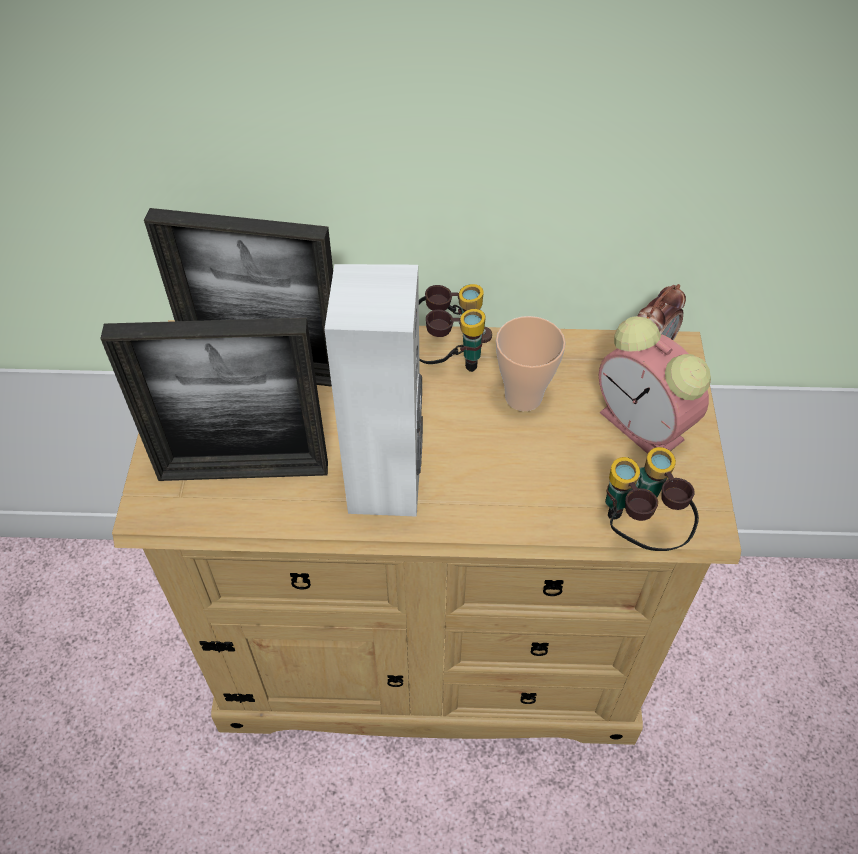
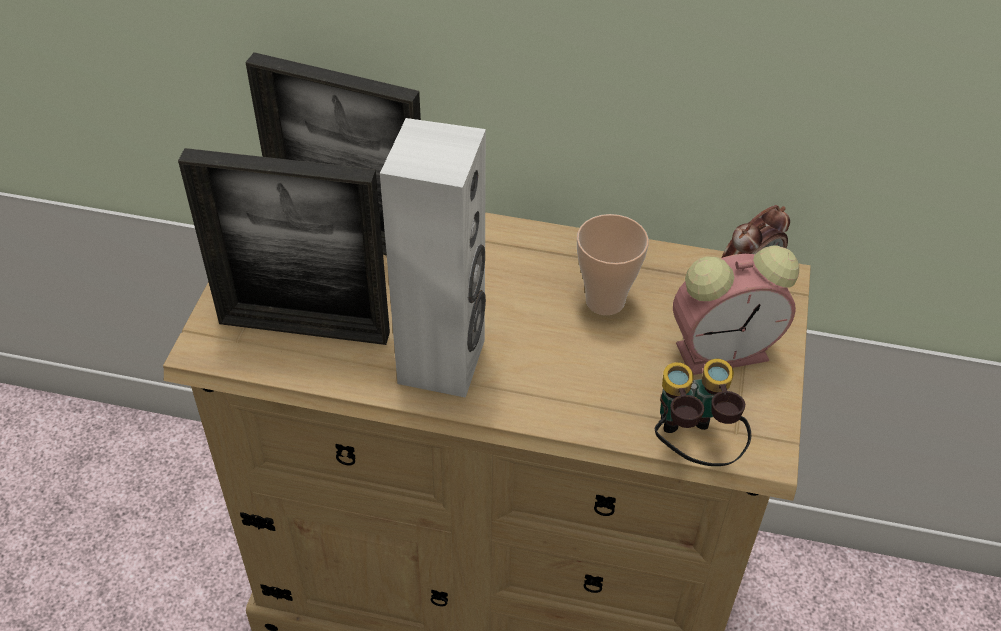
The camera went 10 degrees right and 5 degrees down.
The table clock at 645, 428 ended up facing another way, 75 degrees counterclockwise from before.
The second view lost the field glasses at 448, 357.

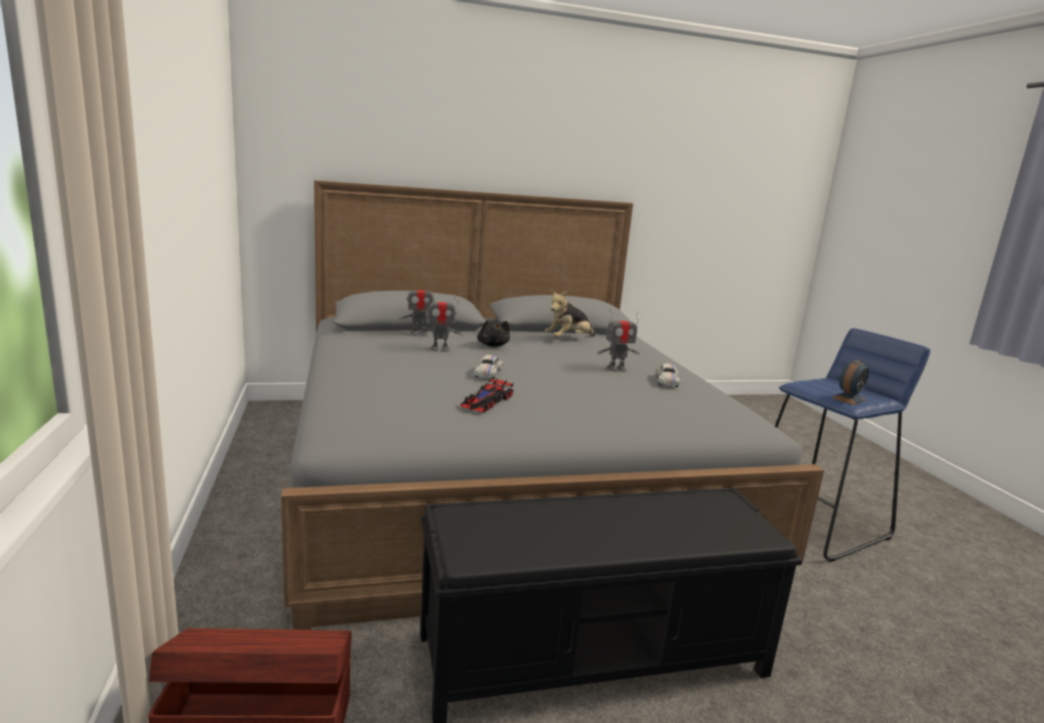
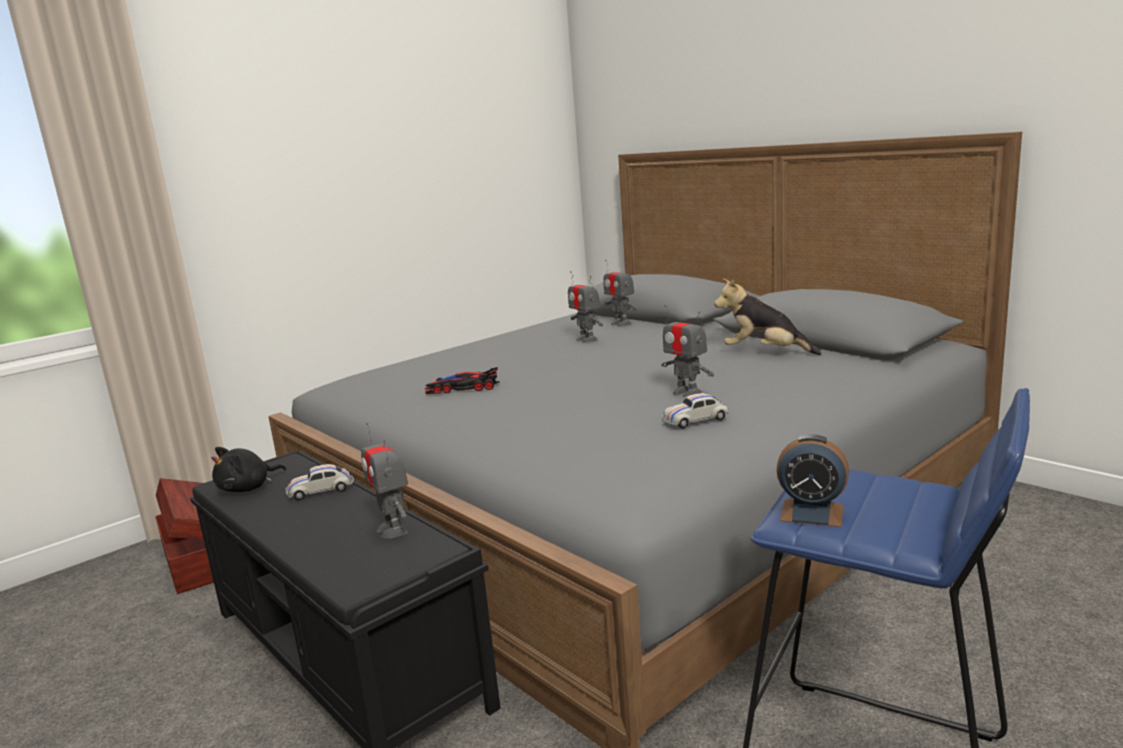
The camera went 65 degrees right and 0 degrees up.
The black cuddly toy ended up elsewhere, having gone from 493, 345 to 248, 488.
The white toy car ended up elsewhere, having gone from 488, 373 to 321, 490.
The second view gained the robot figure at 393, 530.

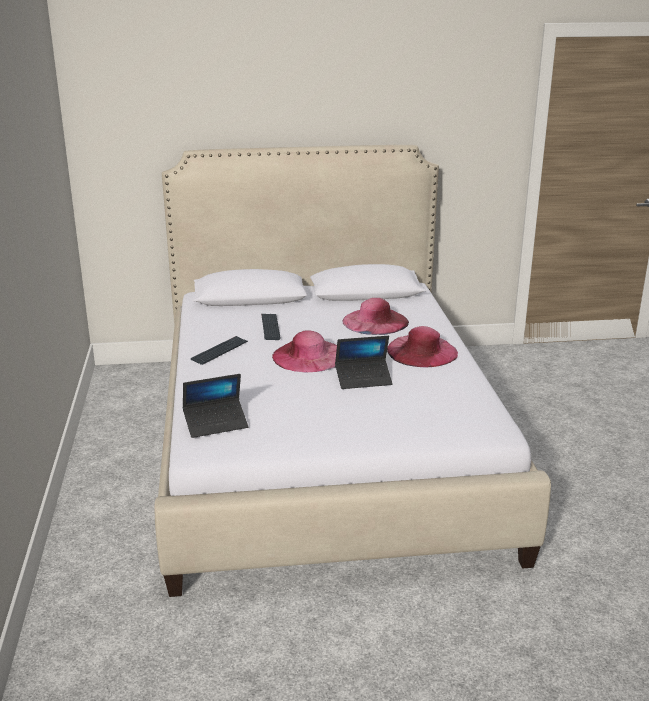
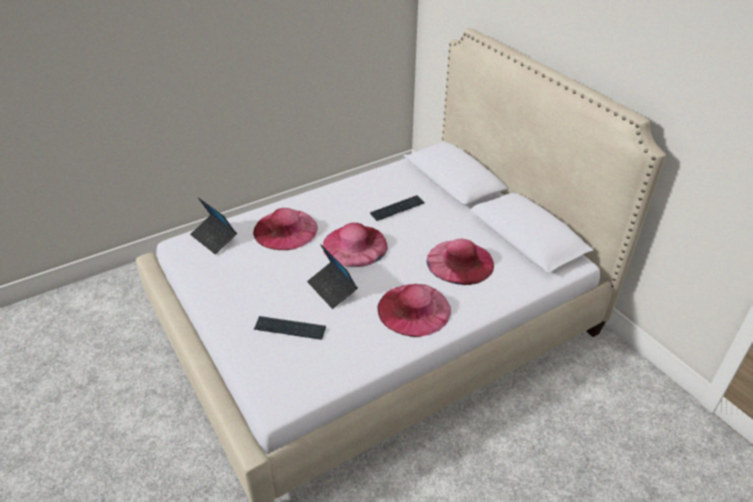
The camera went 65 degrees right and 15 degrees up.
The second view gained the pink clothing hat at 285, 230.
The PC keyboard ended up elsewhere, having gone from 220, 351 to 290, 329.

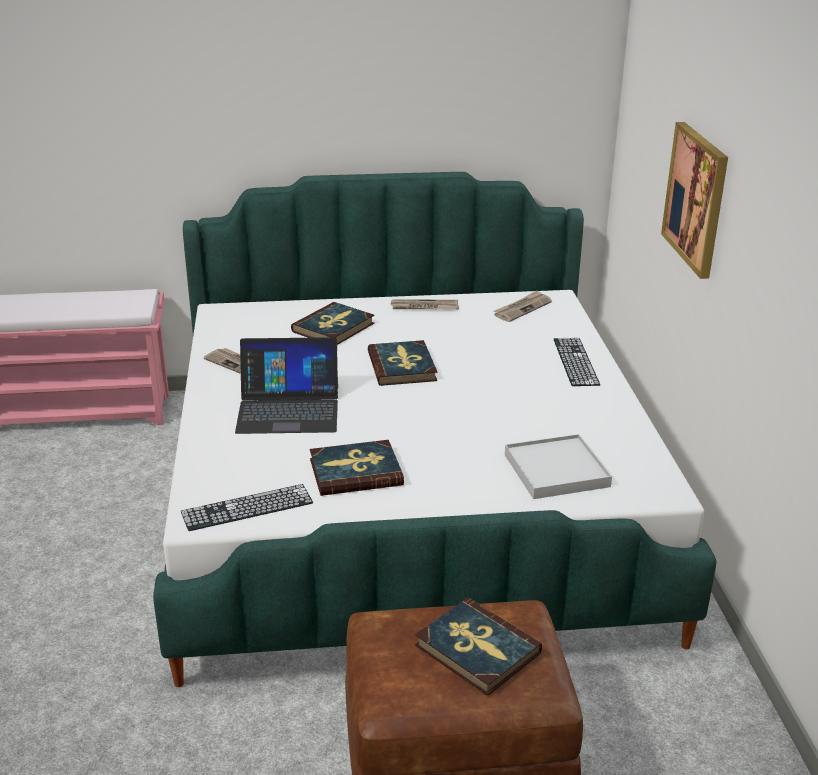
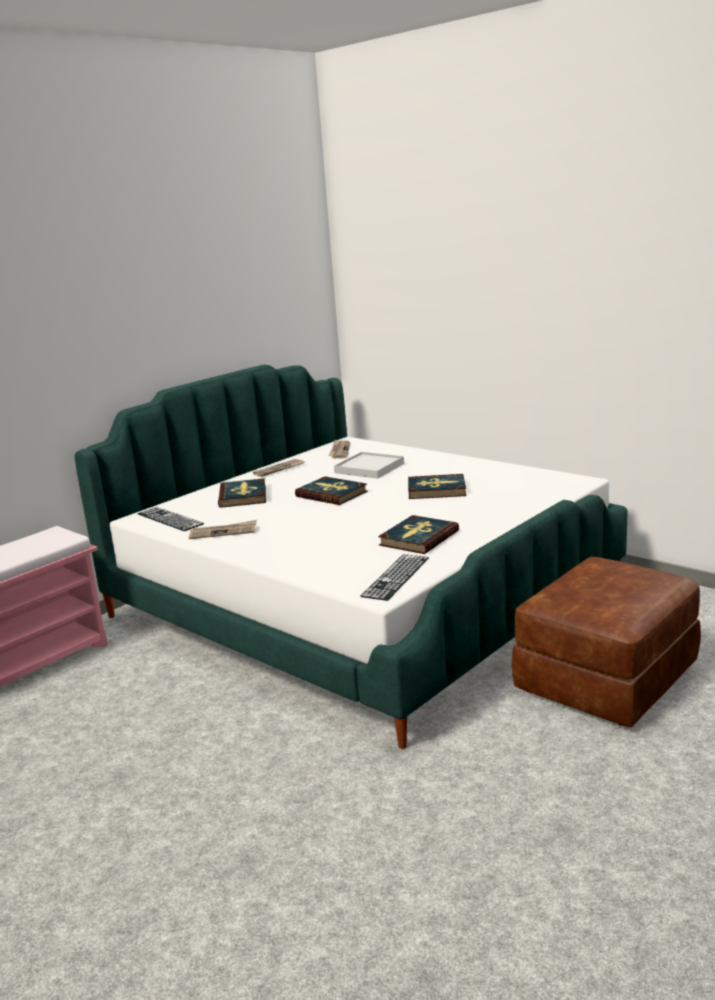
The camera went 40 degrees left and 10 degrees down.
The PC keyboard ended up elsewhere, having gone from 575, 361 to 169, 519.
The white tray ended up elsewhere, having gone from 556, 470 to 369, 468.
The volume ended up elsewhere, having gone from 477, 649 to 436, 490.
The second view lost the notebook computer at 288, 409.
The second view lost the wall picture at 696, 198.

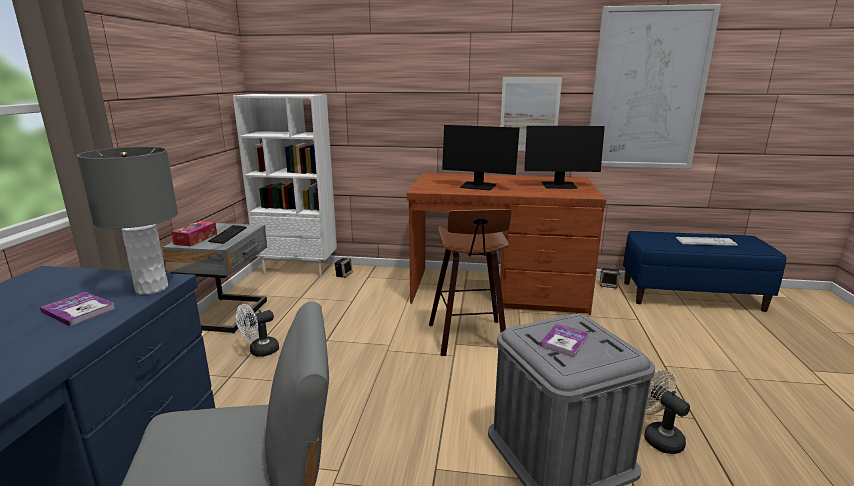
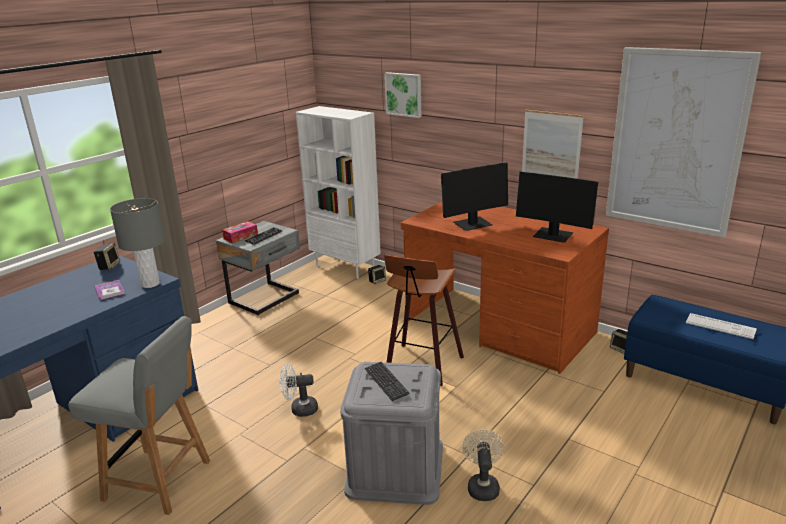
The camera went 30 degrees right and 5 degrees up.
The second view gained the audio speaker at 109, 266.
The white fan ended up elsewhere, having gone from 259, 351 to 299, 409.
Where the volume stood at 564, 341, the PC keyboard came to stand at 386, 382.
The second view gained the wall picture at 404, 94.
The computer screen at 478, 186 ended up facing another way, 75 degrees counterclockwise from before.

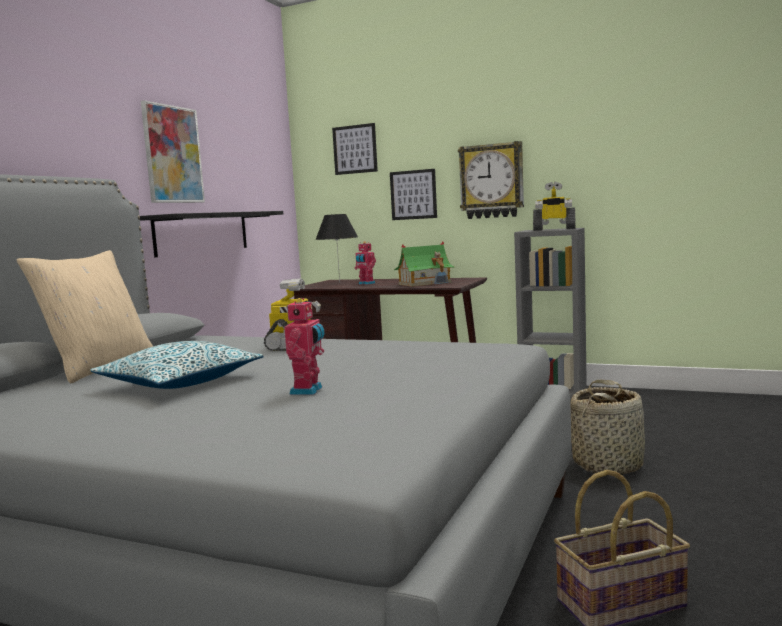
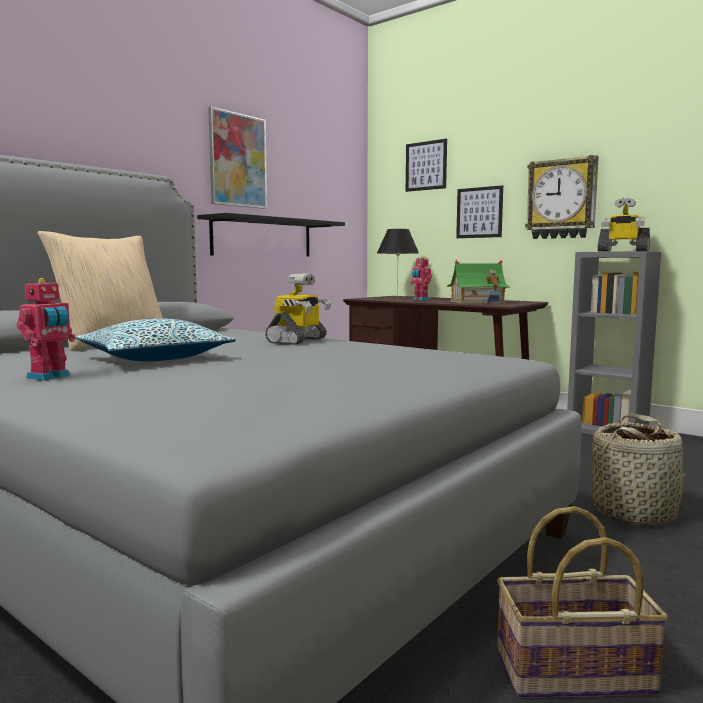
The camera went 15 degrees right and 0 degrees up.
The robot figure ended up elsewhere, having gone from 308, 391 to 50, 377.

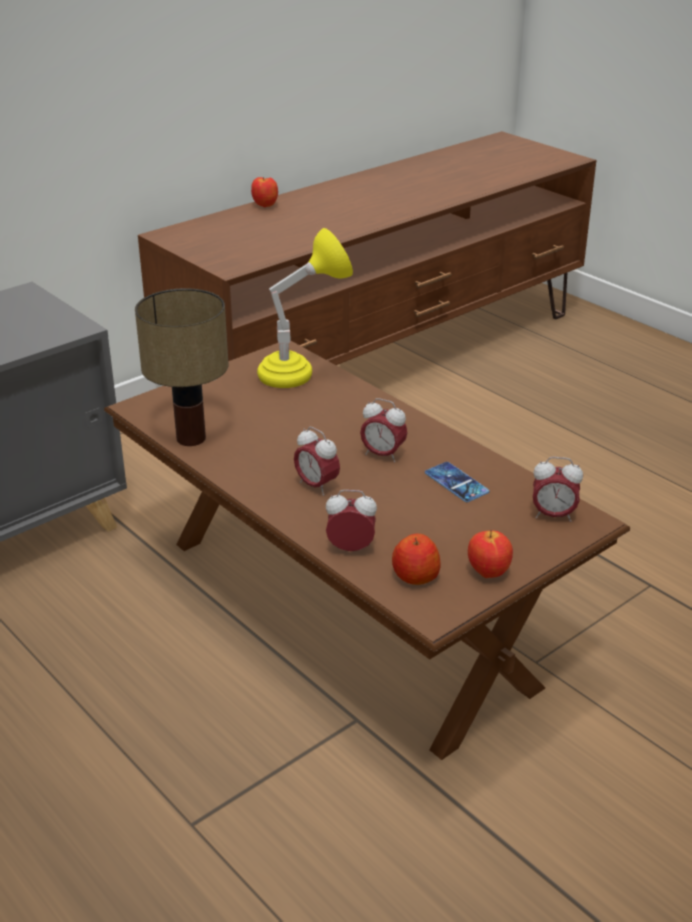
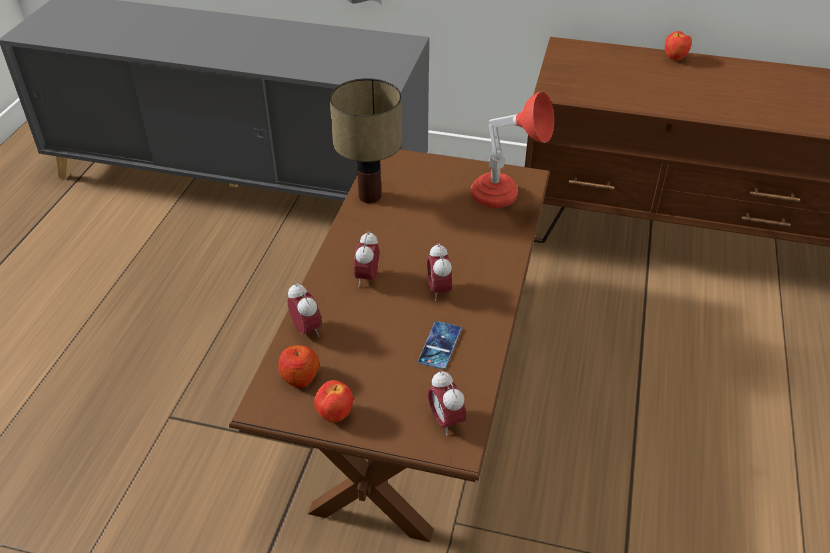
The camera went 55 degrees right and 10 degrees up.
What was the yellow-coloured lamp for a table at 301, 374 turned into the red lamp for a table at 505, 200.

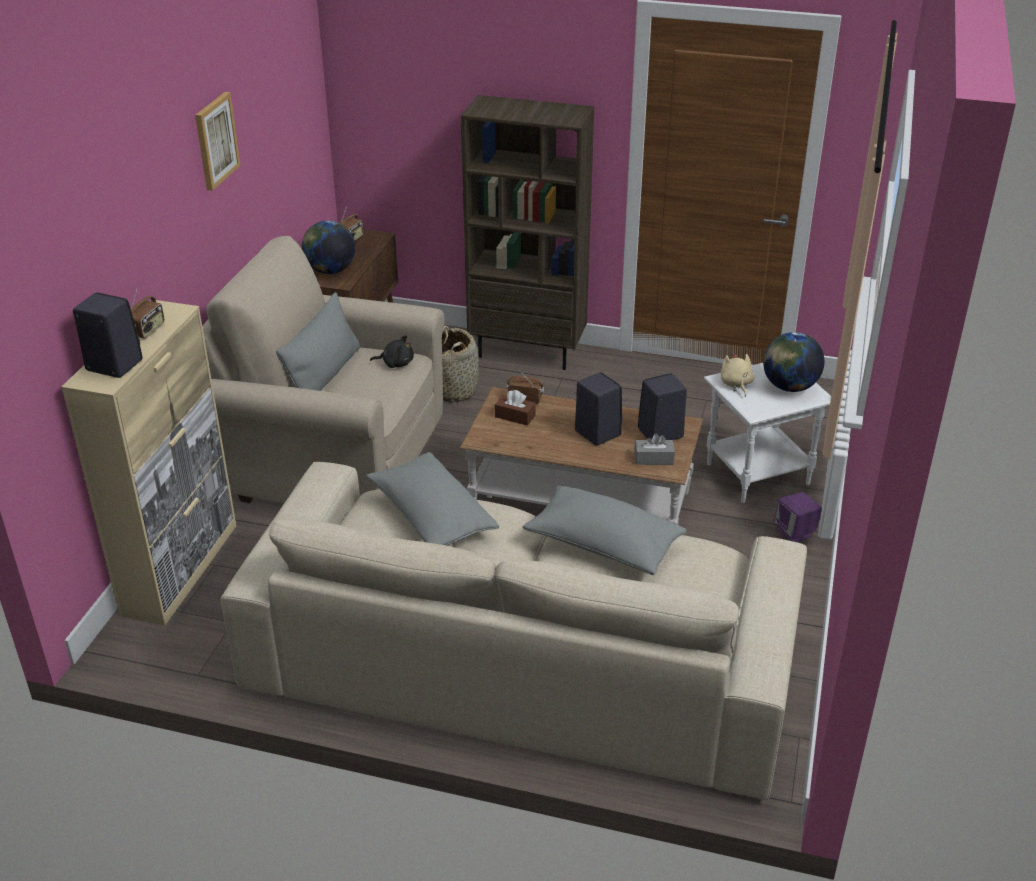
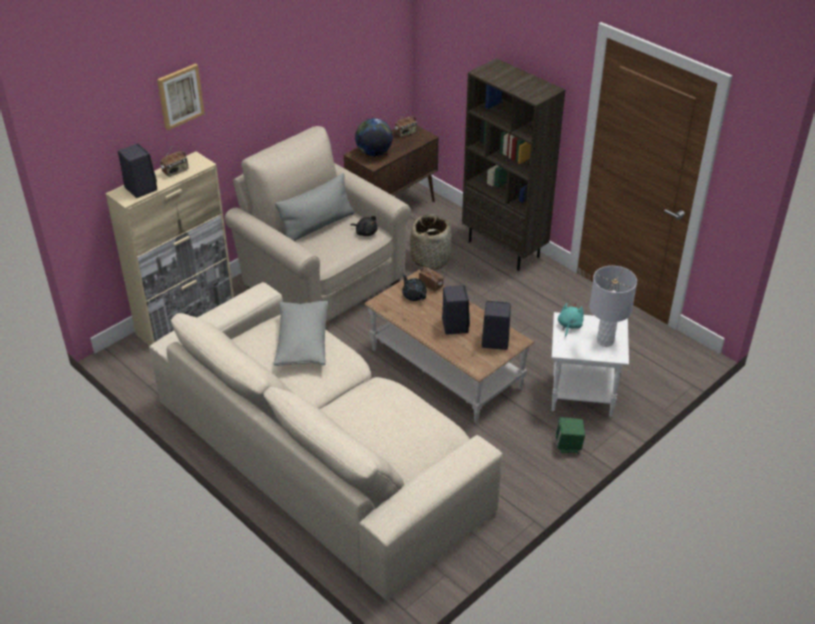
The camera went 30 degrees right and 5 degrees up.
The wall picture ended up elsewhere, having gone from 215, 140 to 180, 96.
Where the brown-coloured tissue box stood at 515, 416, the black pot for tea came to stand at 414, 295.
What was the purple audio speaker at 795, 532 turned into the greenish audio speaker at 568, 445.
What was the beige-coloured cuddly toy at 736, 384 turned into the blue-green cuddly toy at 569, 326.
Where the world globe stood at 789, 387, the greyish lamp for a table came to stand at 605, 341.
The second view lost the greyish cushion at 603, 545.
The second view lost the greyish tissue box at 653, 459.

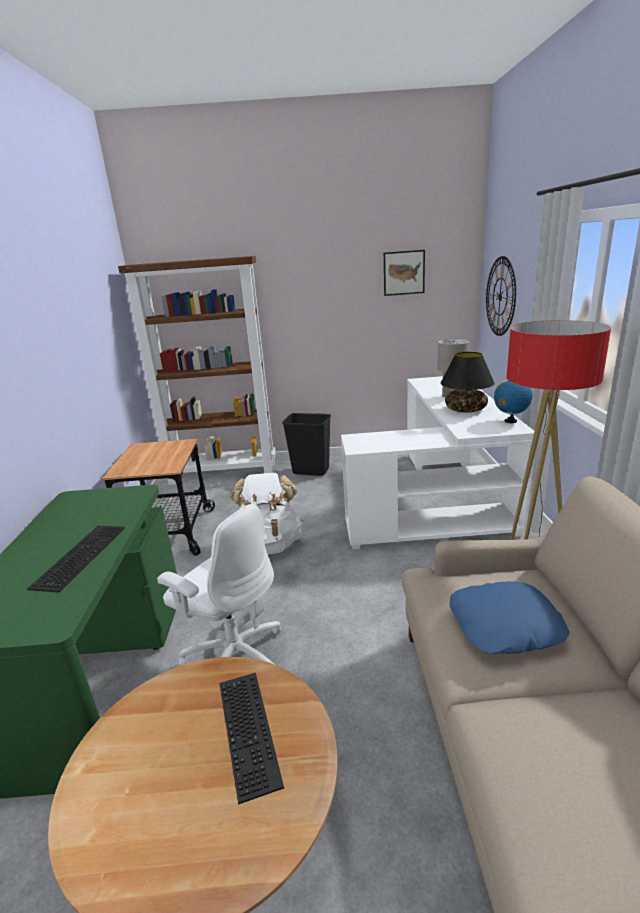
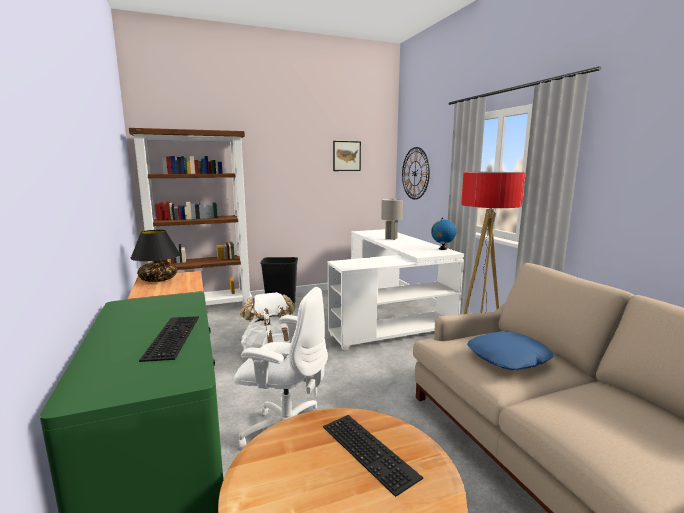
The camera went 20 degrees left and 10 degrees down.
The black lamp for a table ended up elsewhere, having gone from 465, 409 to 158, 279.

